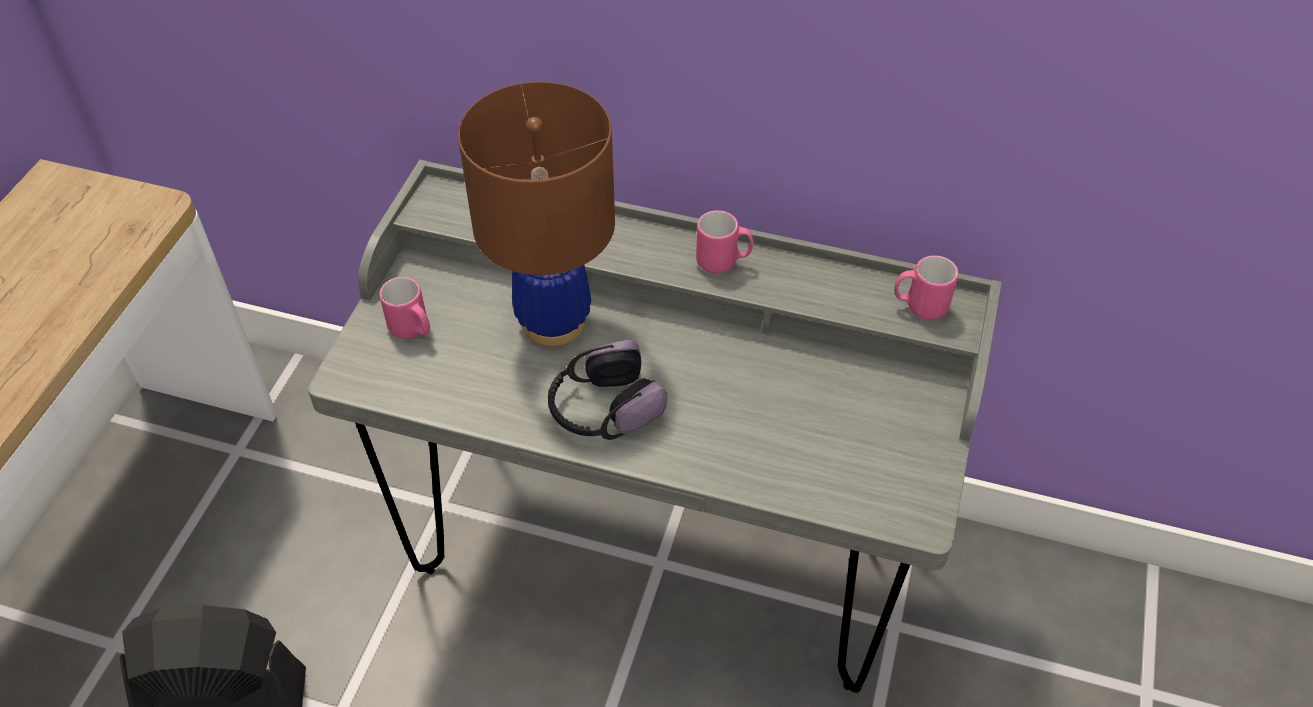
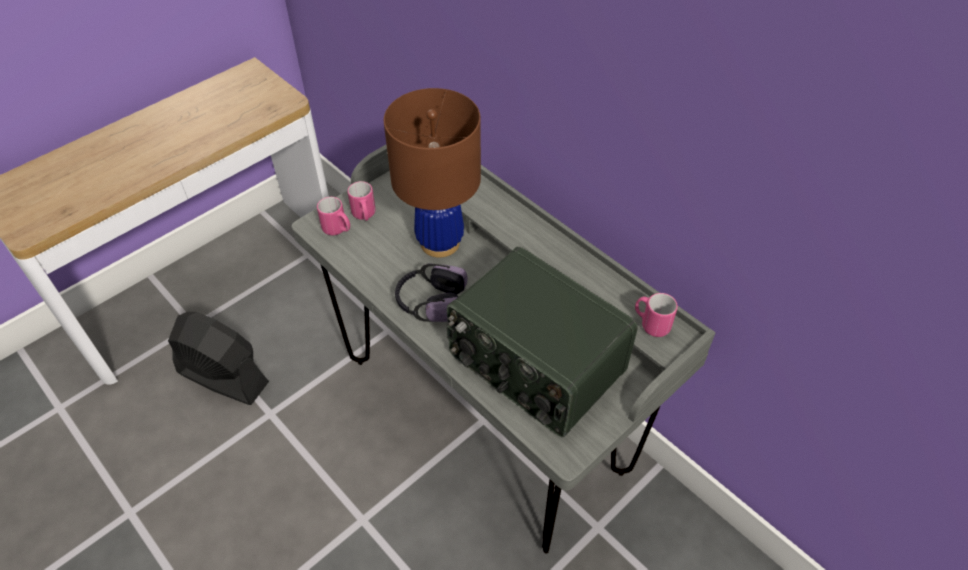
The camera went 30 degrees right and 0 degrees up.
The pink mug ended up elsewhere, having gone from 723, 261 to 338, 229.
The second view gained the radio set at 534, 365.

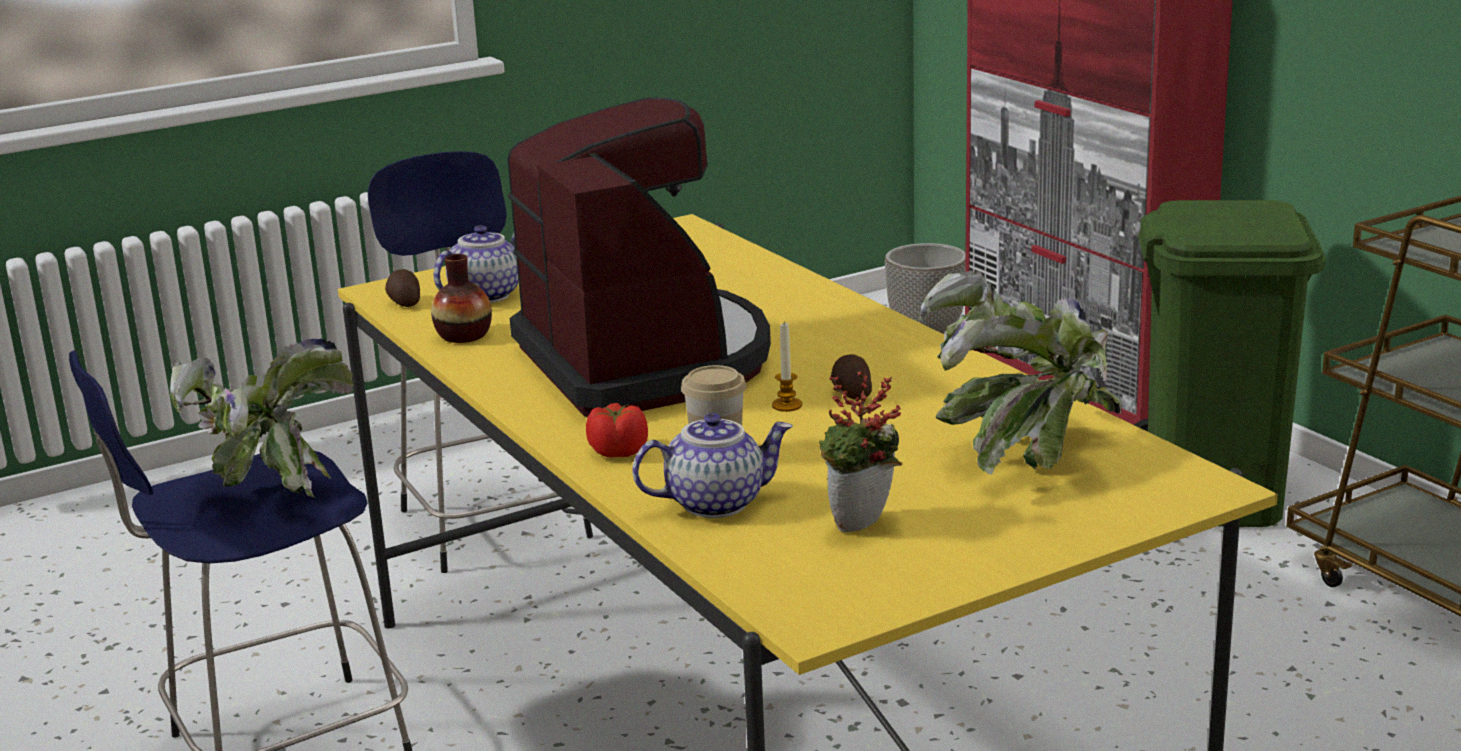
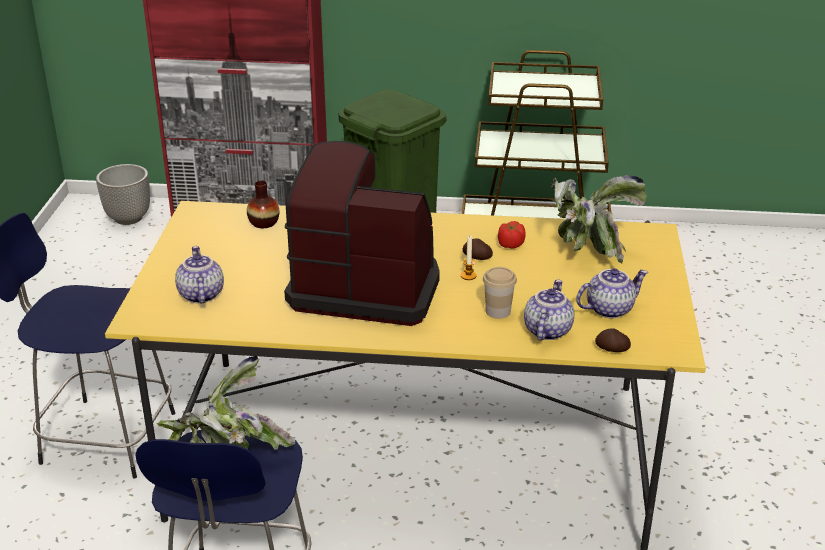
The camera went 55 degrees left and 10 degrees up.
The vase ended up elsewhere, having gone from 464, 335 to 264, 223.
The fresh tomato ended up elsewhere, having gone from 618, 451 to 510, 244.
Where the plant in a pot stood at 863, 527, the pot for tea came to stand at 609, 309.
The potato ended up elsewhere, having gone from 404, 303 to 612, 349.

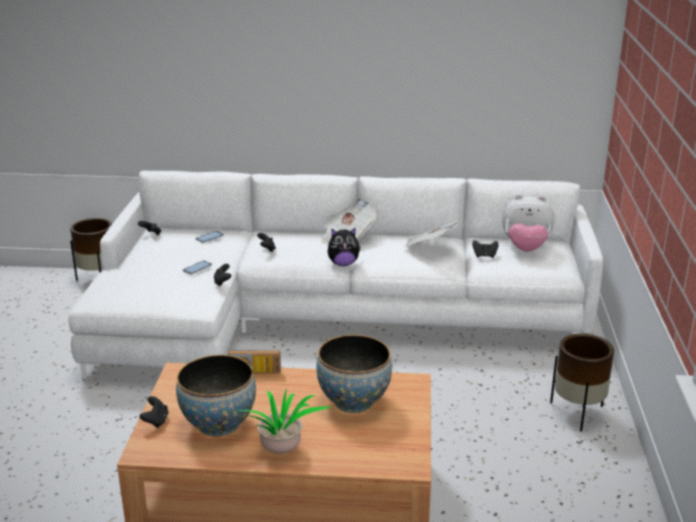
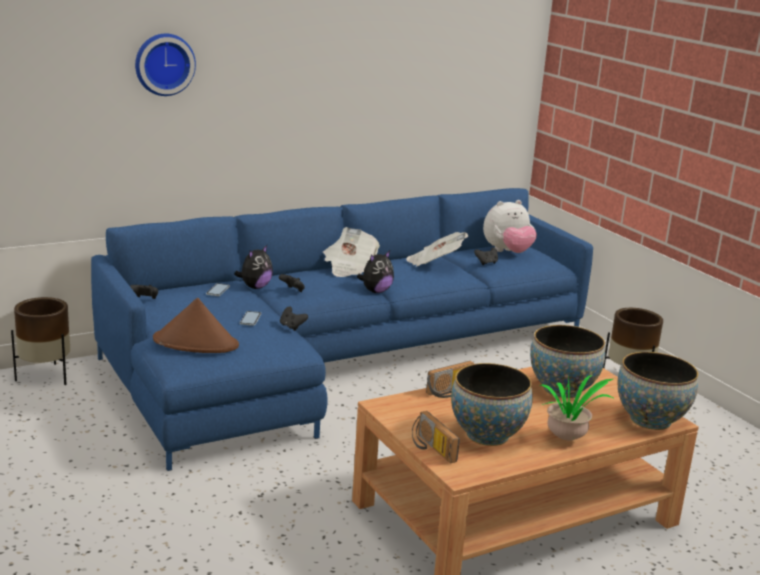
The camera went 35 degrees left and 5 degrees down.
What was the white sofa at 323, 318 turned into the bluish sofa at 336, 359.
The second view gained the clock on the wall at 163, 64.
The second view gained the brown-coloured clothing hat at 196, 343.
The second view gained the cuddly toy at 255, 287.
Where the black gamepad stood at 156, 421, the radio set came to stand at 430, 448.
The second view gained the bowl at 650, 420.

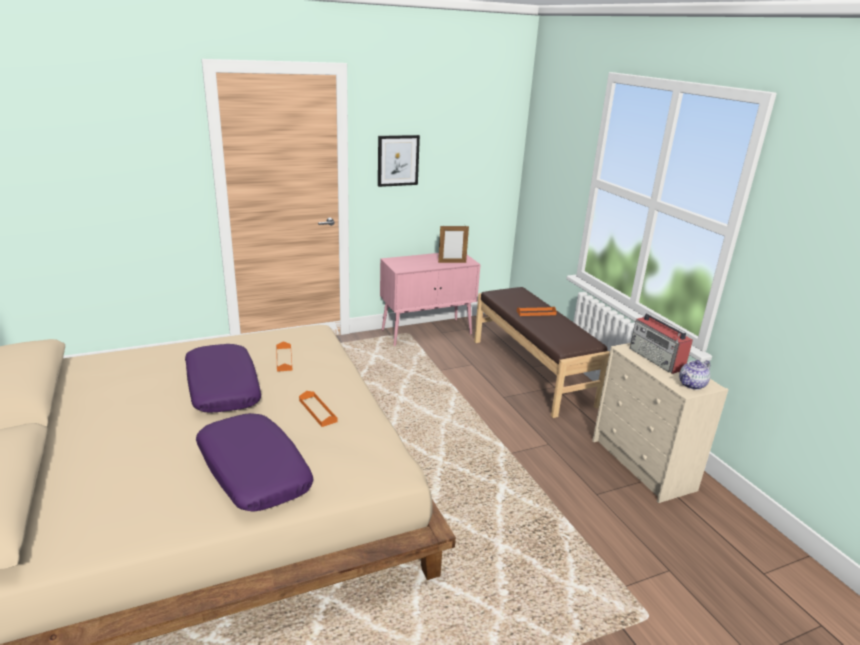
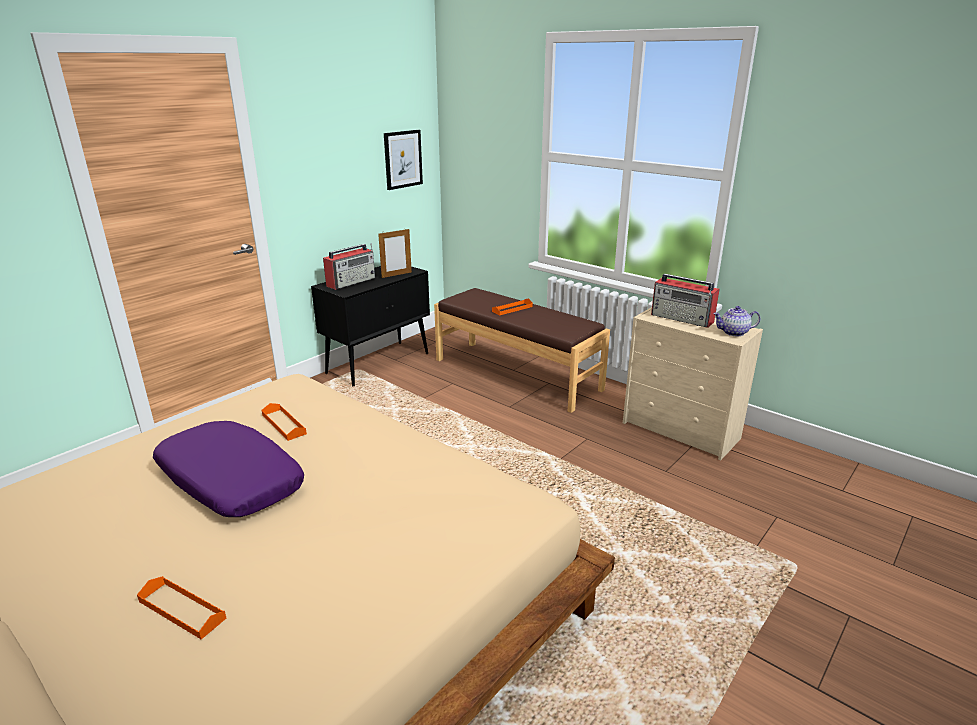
The camera went 25 degrees left and 0 degrees up.
The orange-coloured tray ended up elsewhere, having gone from 317, 411 to 182, 610.
What was the pink cupboard at 427, 332 turned into the black cupboard at 379, 363.
The second view gained the radio set at 352, 282.
The wall picture ended up elsewhere, having gone from 398, 160 to 403, 159.
The pot for tea at 692, 385 ended up facing another way, 60 degrees clockwise from before.
The second view lost the purple cushion at 252, 472.

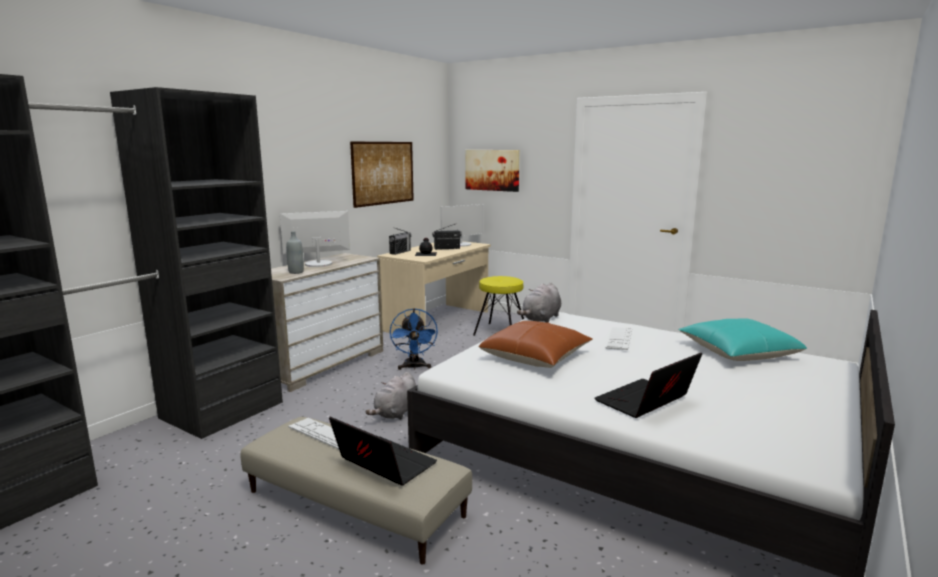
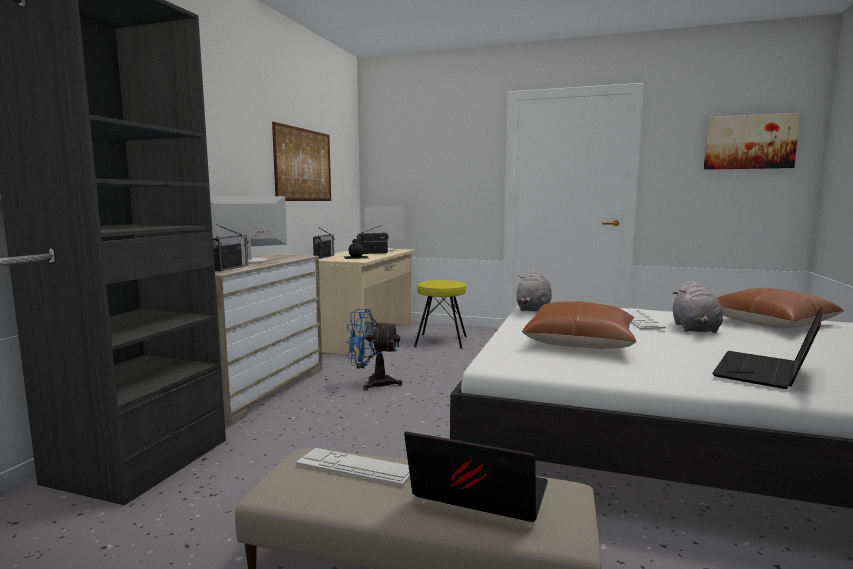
The camera went 15 degrees left and 5 degrees down.
Where the greyish beverage bottle stood at 296, 272, the radio set came to stand at 230, 268.
The bluish fan at 414, 367 ended up facing another way, 120 degrees clockwise from before.
The greyish cuddly toy ended up elsewhere, having gone from 396, 413 to 695, 329.
The wall picture ended up elsewhere, having gone from 492, 170 to 749, 142.
What was the blue-green cushion at 738, 352 turned into the brown-coloured cushion at 769, 323.

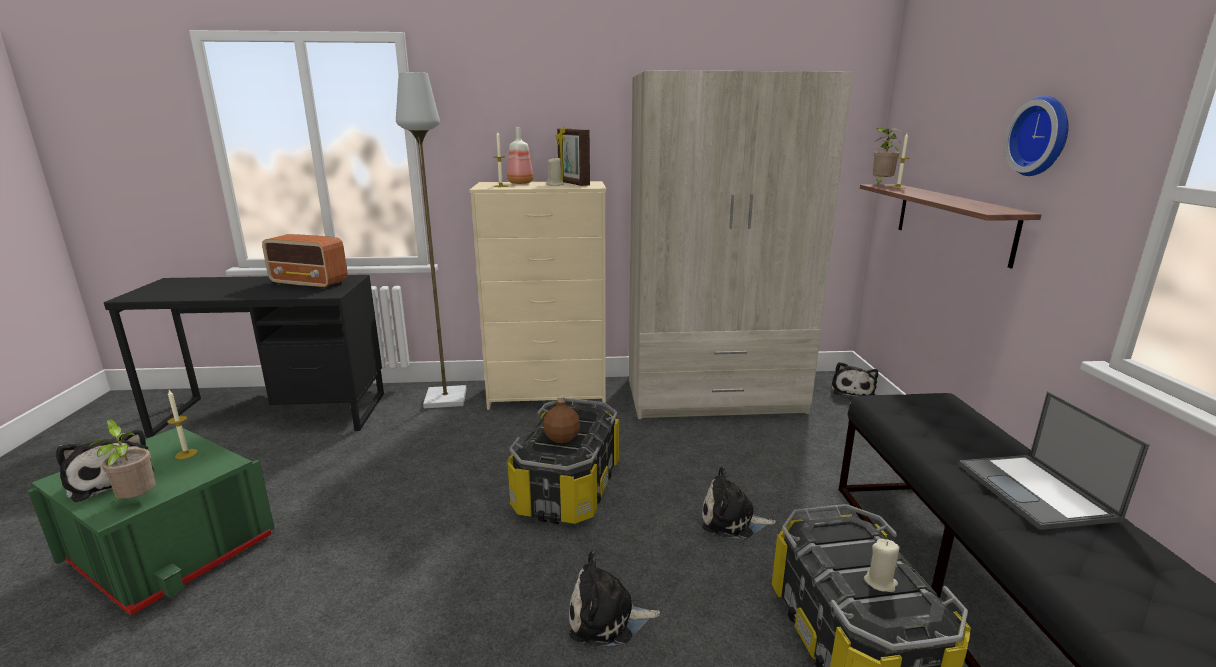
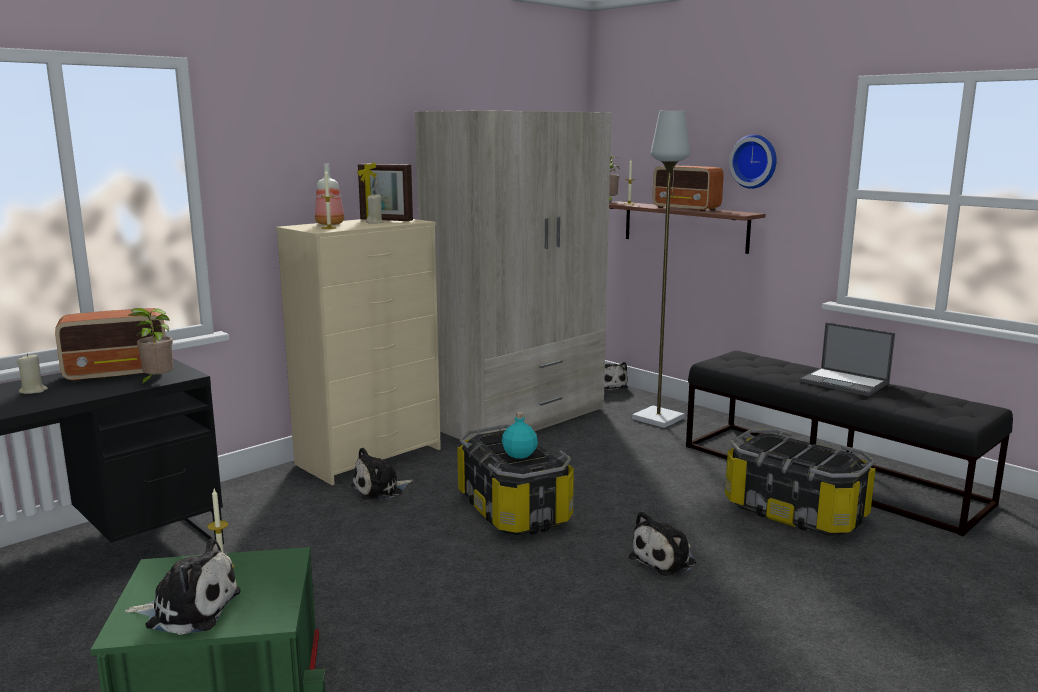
The camera went 40 degrees left and 5 degrees down.
The beige-coloured wax light ended up elsewhere, having gone from 880, 582 to 33, 391.
The plant in a pot ended up elsewhere, having gone from 136, 501 to 157, 382.
The cuddly toy ended up elsewhere, having gone from 732, 521 to 380, 490.
What was the brown-coloured beverage bottle at 562, 438 turned into the blue-green beverage bottle at 520, 455.
The greyish standing lamp ended up elsewhere, having gone from 446, 399 to 659, 418.
The second view gained the radio set at 686, 209.

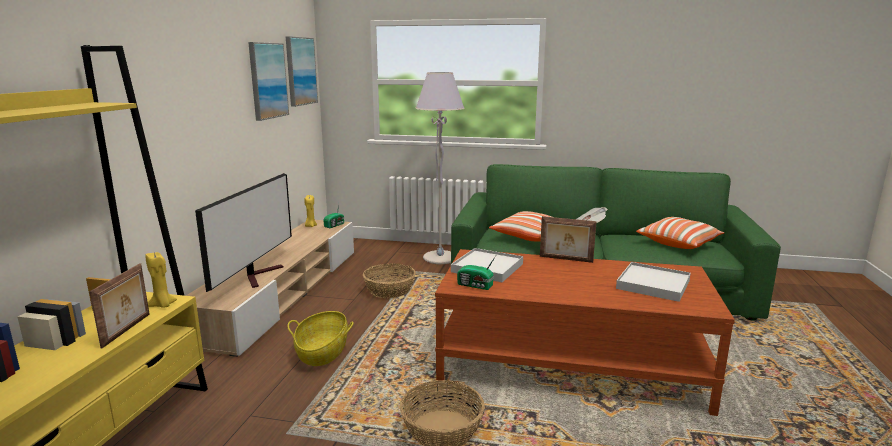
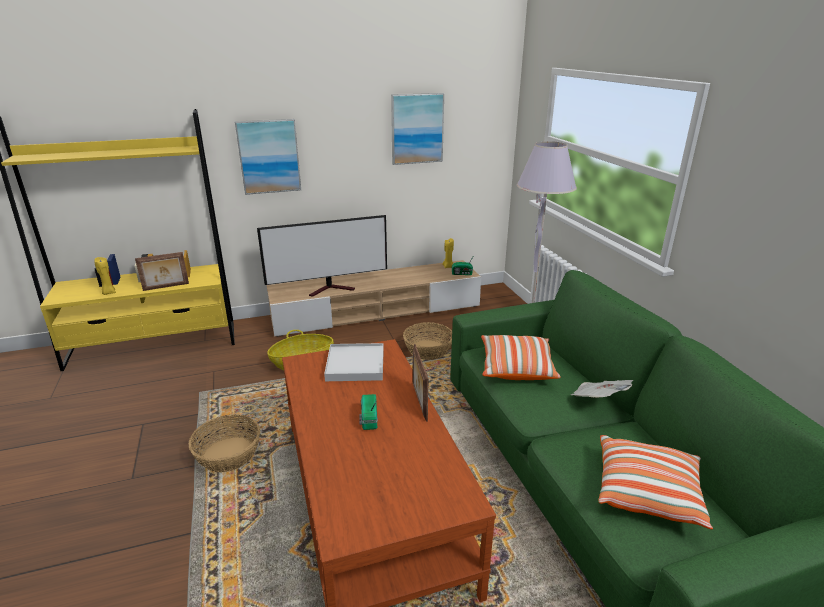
The camera went 60 degrees right and 10 degrees up.
The yellow-coloured wax light ended up elsewhere, having gone from 163, 305 to 109, 292.
The wall picture ended up elsewhere, having gone from 300, 71 to 269, 156.
The radio set ended up elsewhere, having gone from 475, 286 to 368, 419.
The second view lost the white tray at 653, 284.

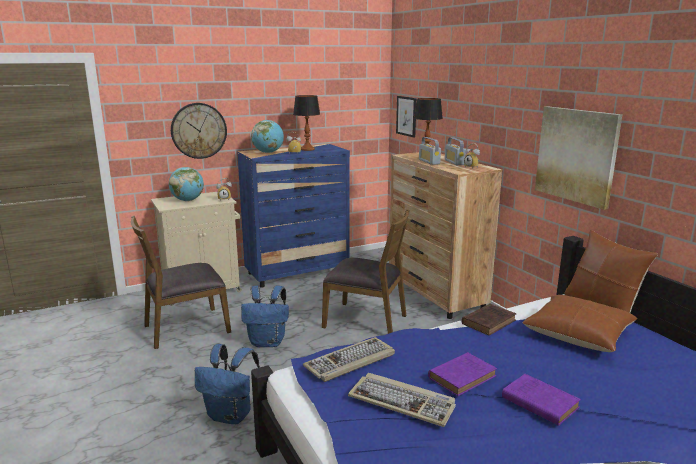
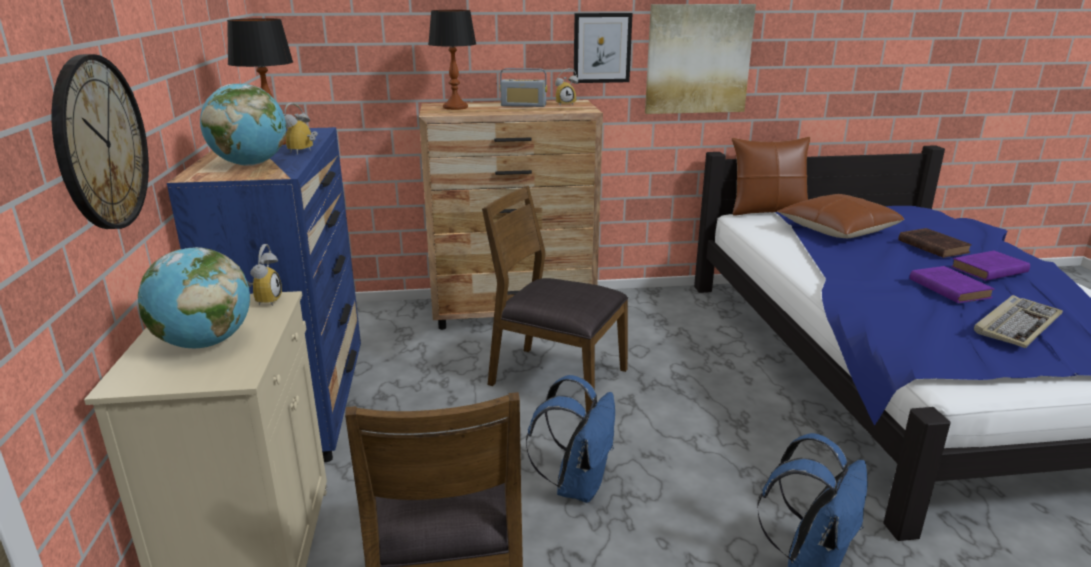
The camera went 70 degrees left and 5 degrees up.
The brown-coloured chair at 366, 320 ended up facing another way, 105 degrees counterclockwise from before.
The wall picture ended up elsewhere, having gone from 406, 116 to 602, 48.
The brown-coloured volume ended up elsewhere, having gone from 489, 321 to 931, 246.
The second view lost the PC keyboard at 350, 362.
The second view lost the radio set at 429, 162.

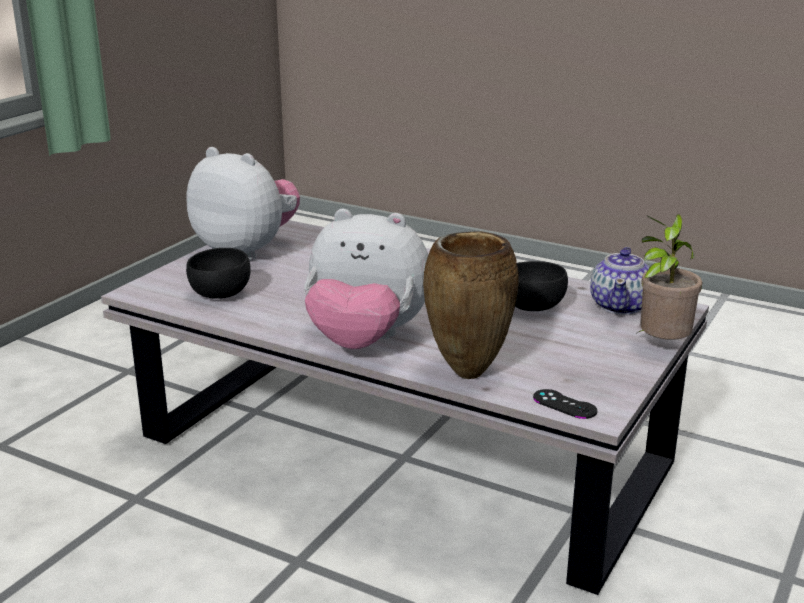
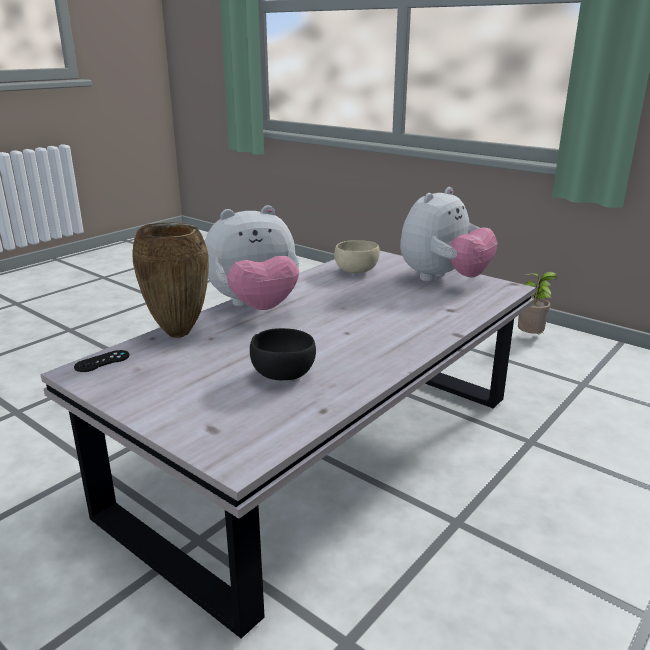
The camera went 100 degrees right and 0 degrees up.
The cuddly toy at 365, 341 ended up facing another way, 135 degrees counterclockwise from before.
What was the black bowl at 220, 294 turned into the beige-coloured bowl at 356, 271.
The plant in a pot ended up elsewhere, having gone from 660, 346 to 531, 338.
The second view lost the pot for tea at 621, 306.

